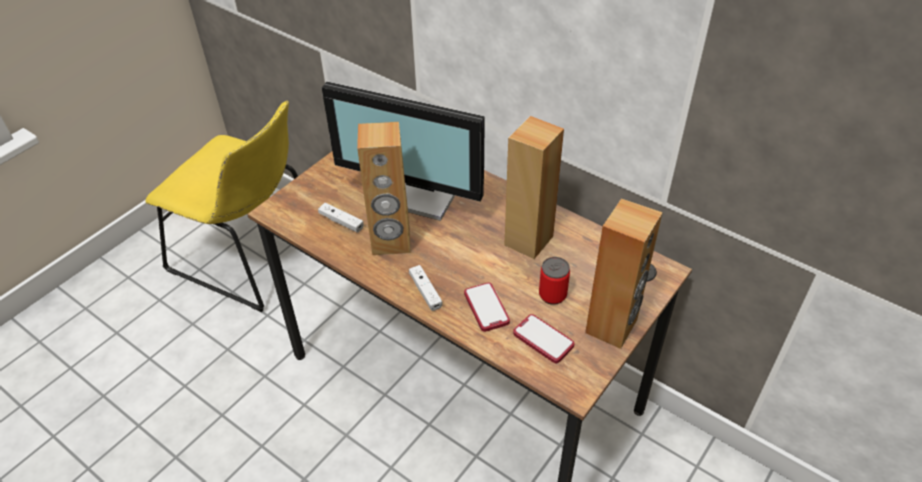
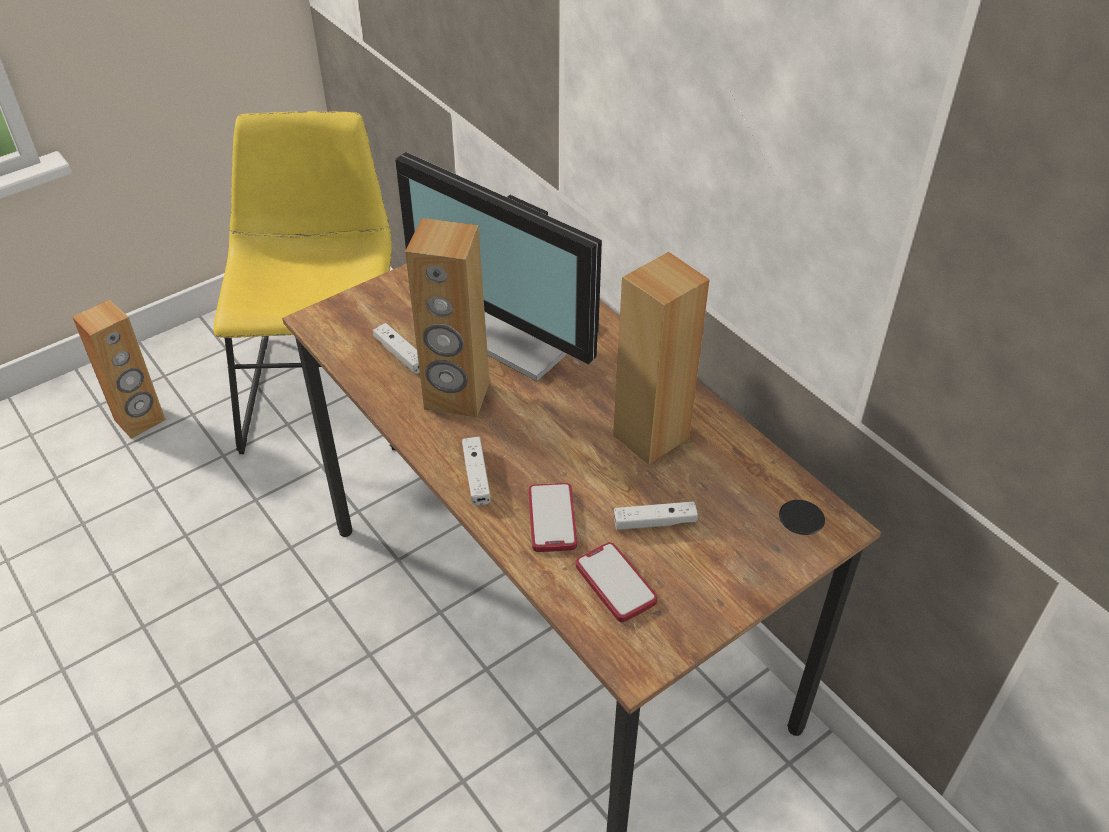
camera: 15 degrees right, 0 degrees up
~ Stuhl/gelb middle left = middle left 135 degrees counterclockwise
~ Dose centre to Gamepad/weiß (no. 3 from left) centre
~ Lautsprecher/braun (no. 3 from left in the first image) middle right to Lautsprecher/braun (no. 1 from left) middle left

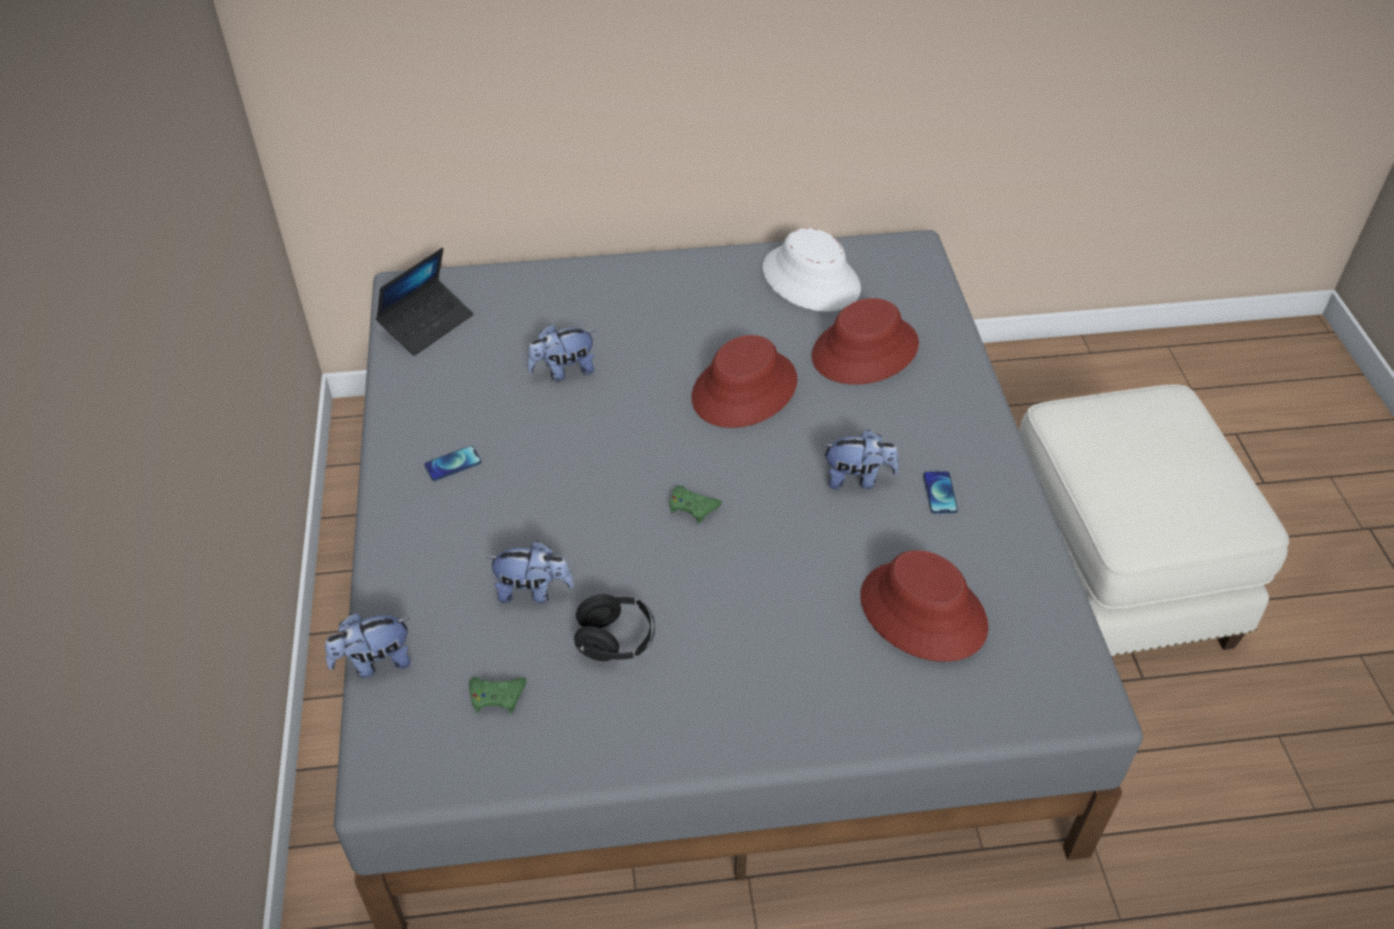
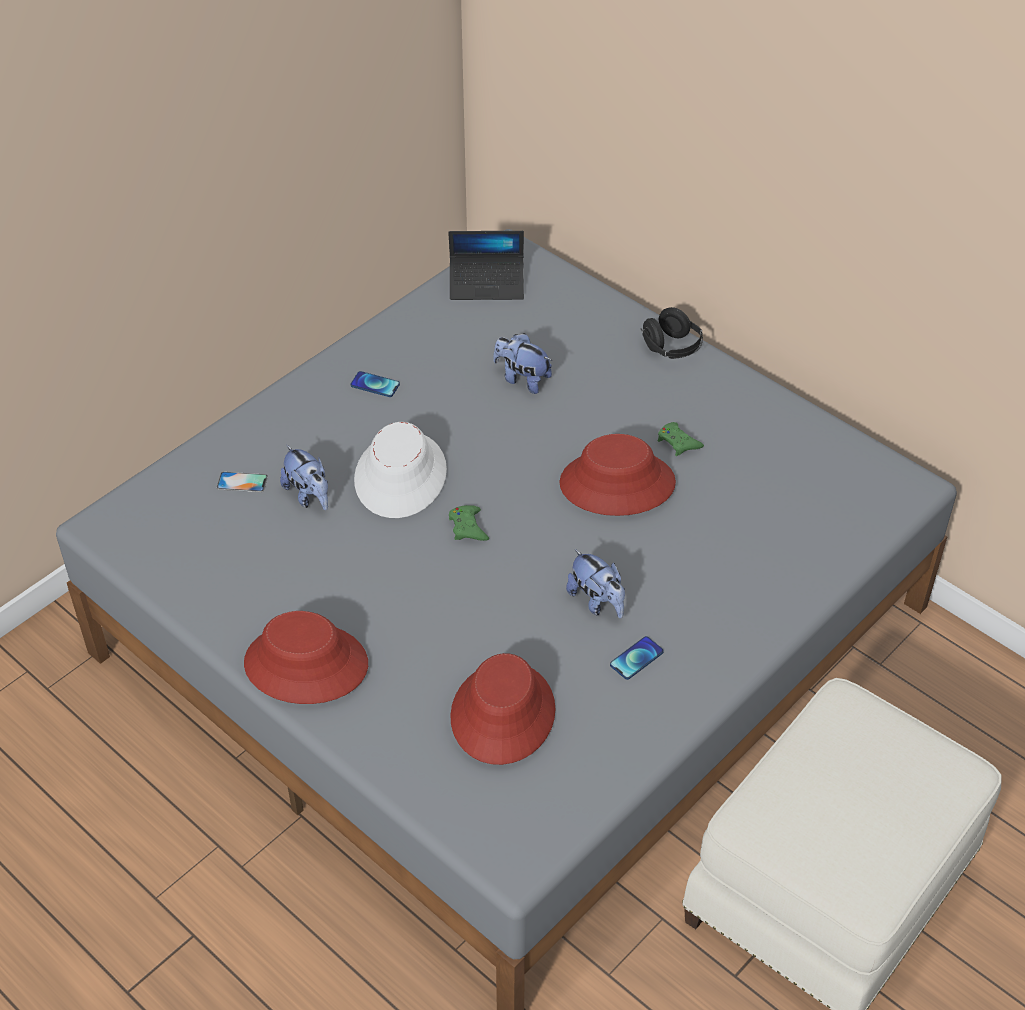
camera: 50 degrees right, 0 degrees up
- Plüschtier (no. 1 from left) bottom left
~ Gamepad/grün (no. 1 from left in the first image) bottom centre to Gamepad/grün (no. 2 from left) centre
~ Kopfhörer/schwarz bottom centre to top centre
~ Hut/weiß top centre to centre
~ Hut/rot (no. 2 from left in the first image) centre to Hut/rot (no. 1 from left) middle left
+ Handy (no. 1 from left) middle left

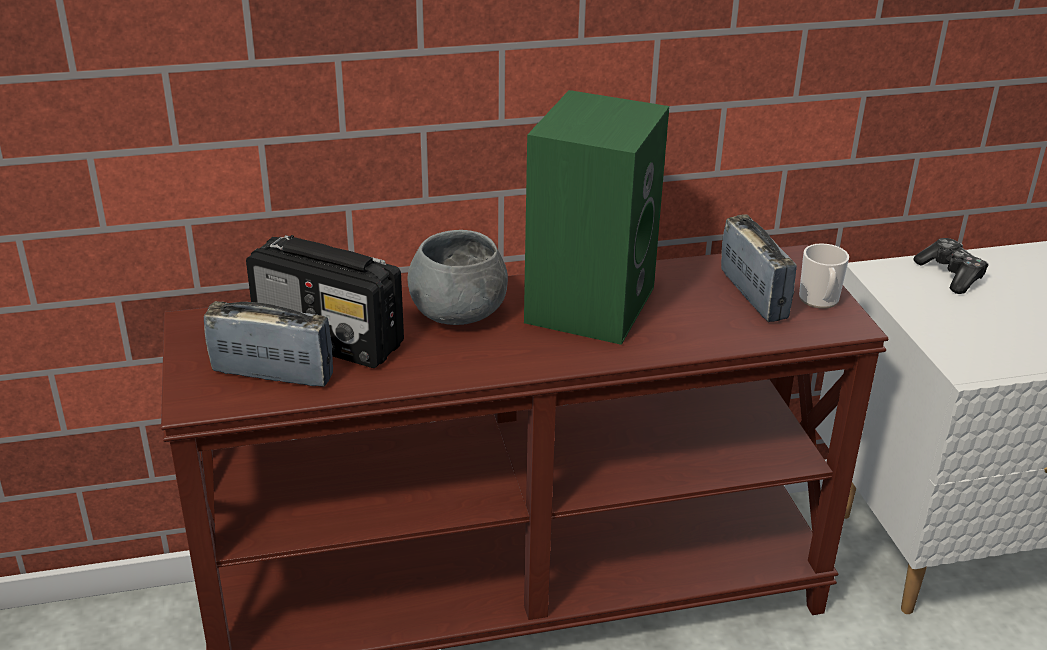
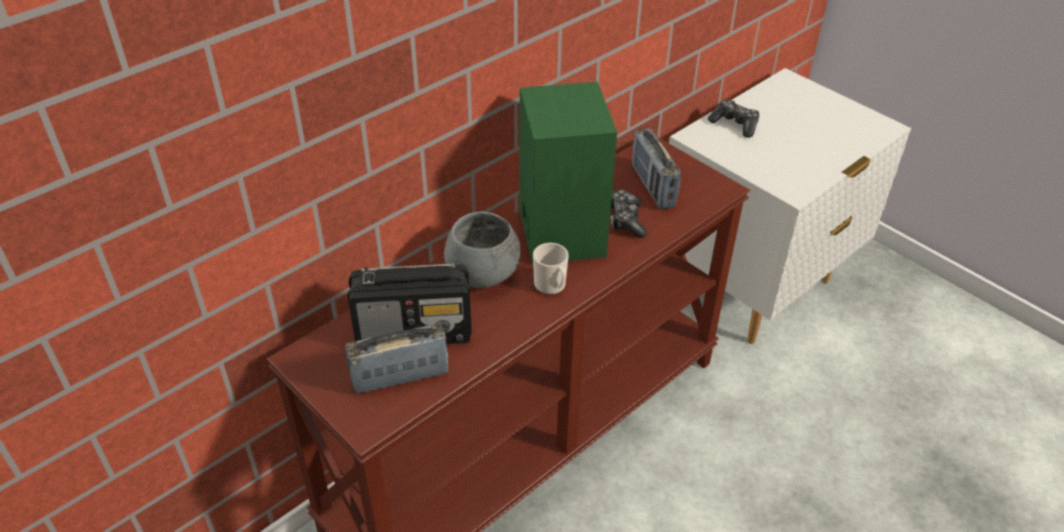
camera: 30 degrees left, 10 degrees up
~ Radio (no. 3 from left) middle right = top centre 150 degrees counterclockwise
~ Henkelbecher middle right to centre
+ Gamepad (no. 1 from left) centre

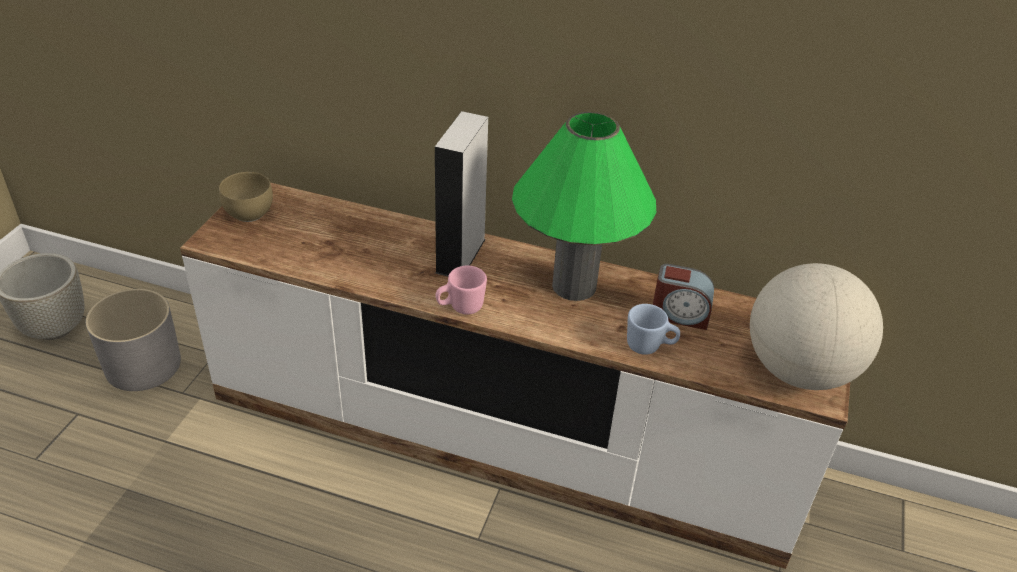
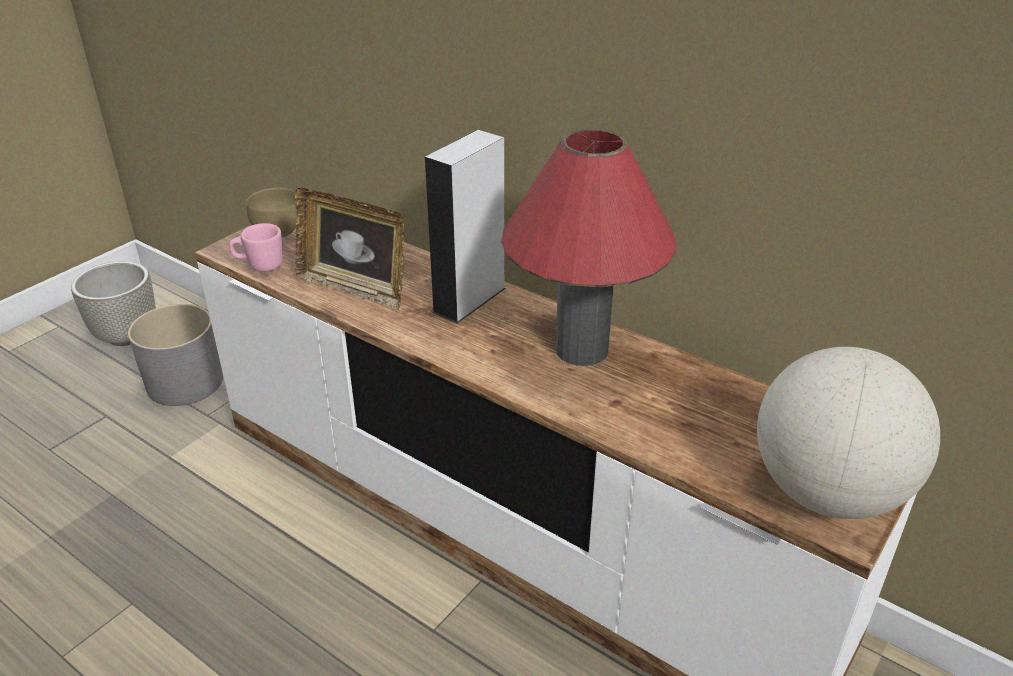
camera: 20 degrees right, 5 degrees down
~ Henkelbecher/rosa centre to middle left
~ Tischlampe/grün centre to Tischlampe/rot centre
- Henkelbecher/blau centre
- Wecker middle right
+ Bilderrahmen centre

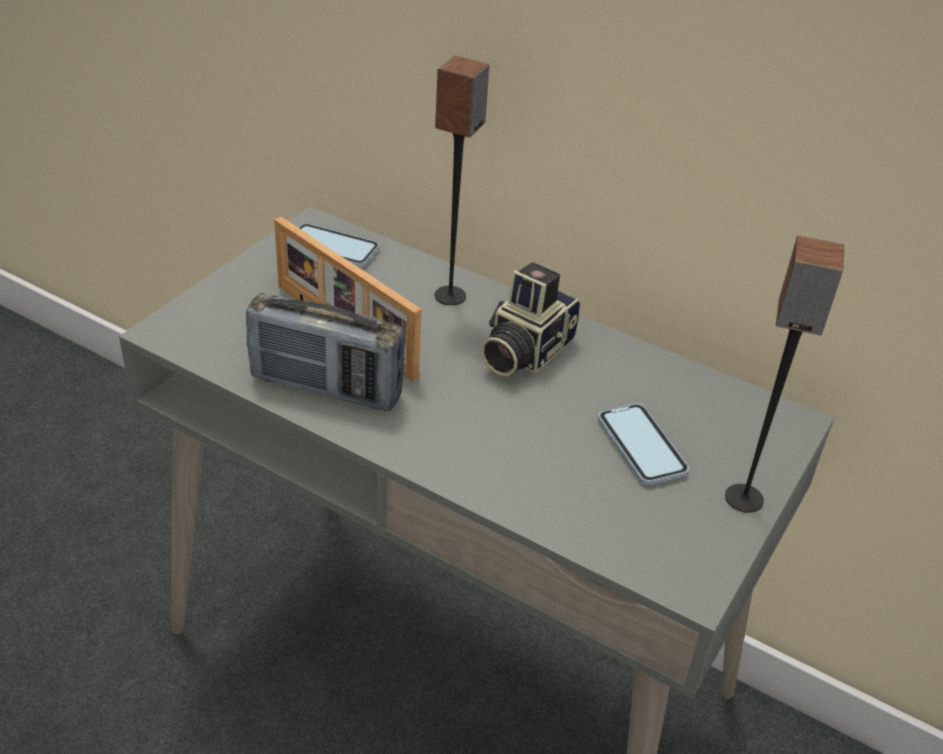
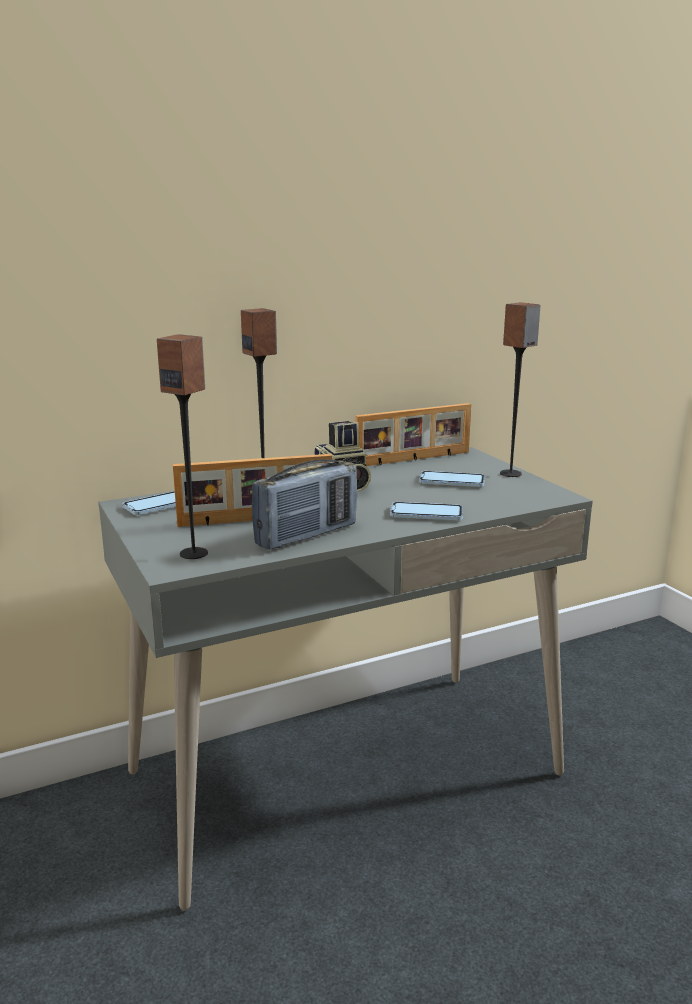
camera: 55 degrees left, 20 degrees down
+ Lautsprecher (no. 1 from left) middle left
+ Bilderrahmen (no. 2 from left) centre
+ Handy (no. 2 from left) centre

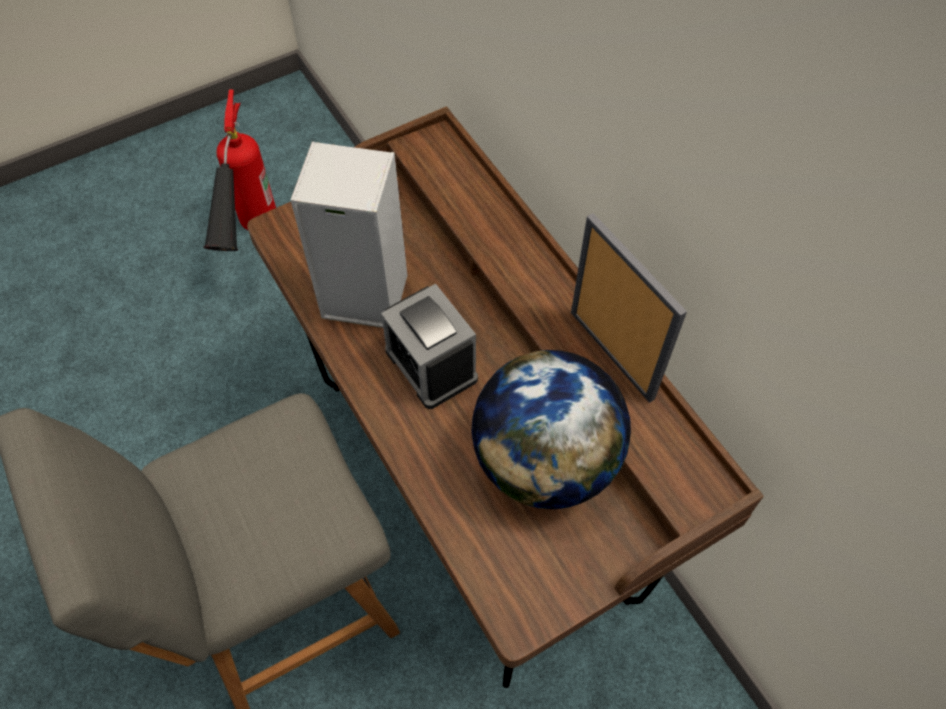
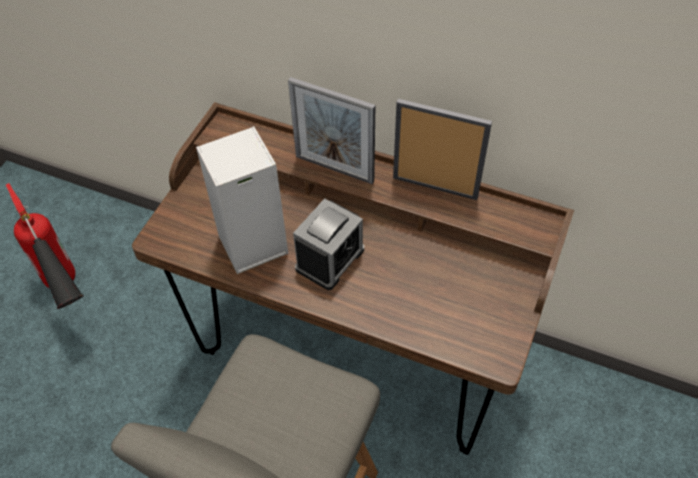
camera: 35 degrees left, 5 degrees down
~ Wecker centre = centre 75 degrees counterclockwise
- Globus centre
+ Bilderrahmen (no. 1 from left) top centre

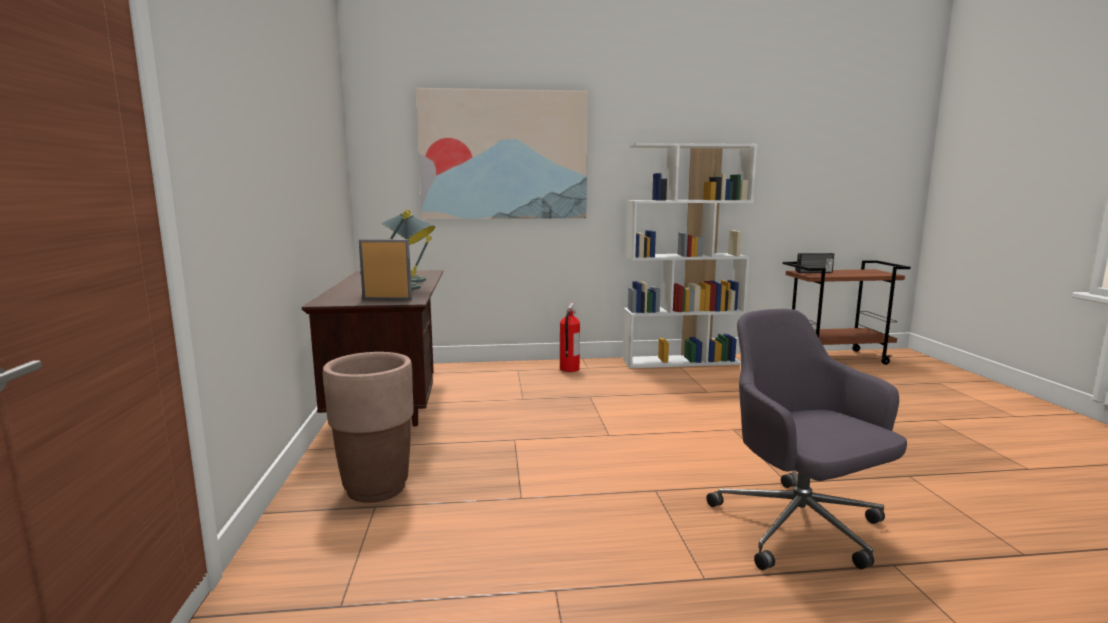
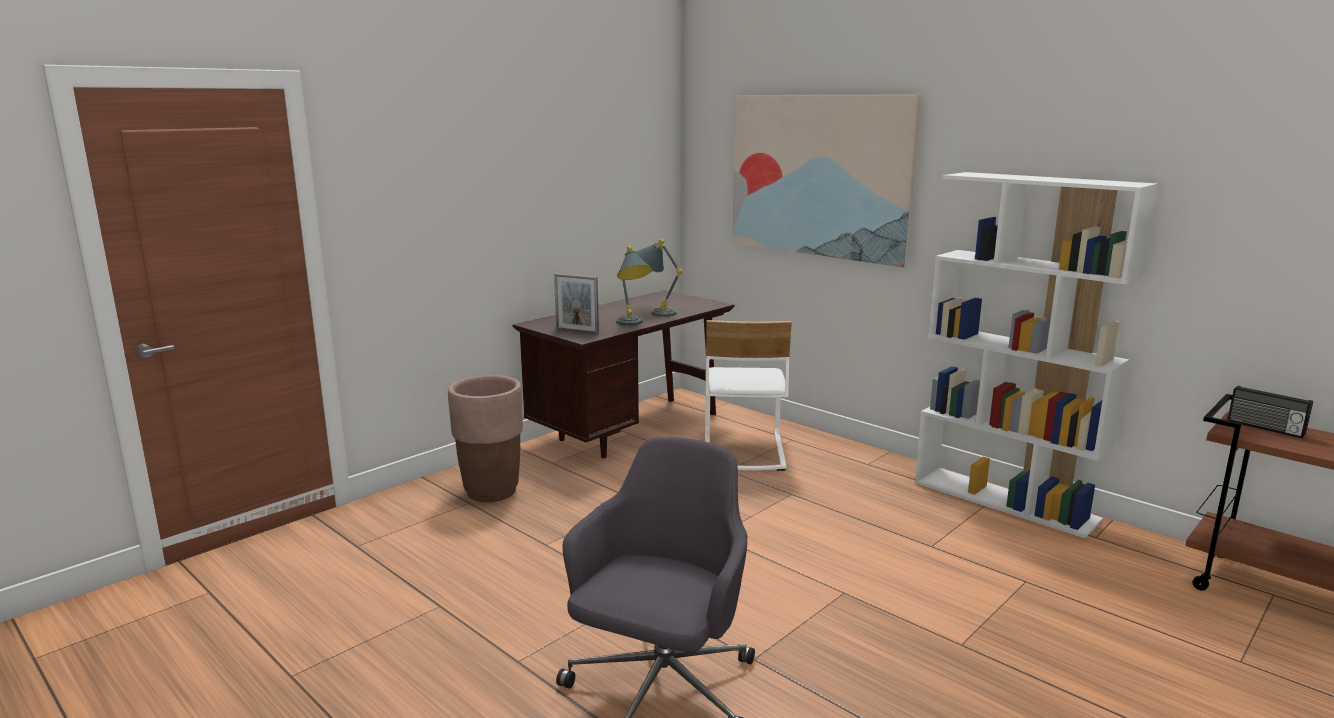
camera: 50 degrees right, 5 degrees up
~ Bilderrahmen centre = centre 150 degrees clockwise
- Feuerlöscher centre
+ Stuhl/weiß centre

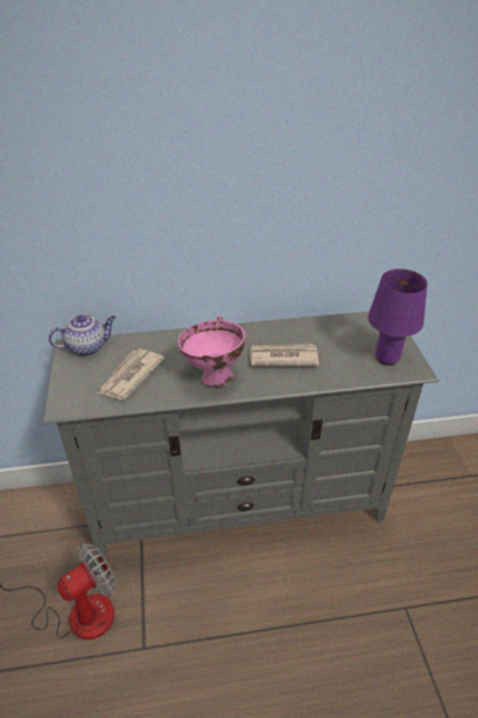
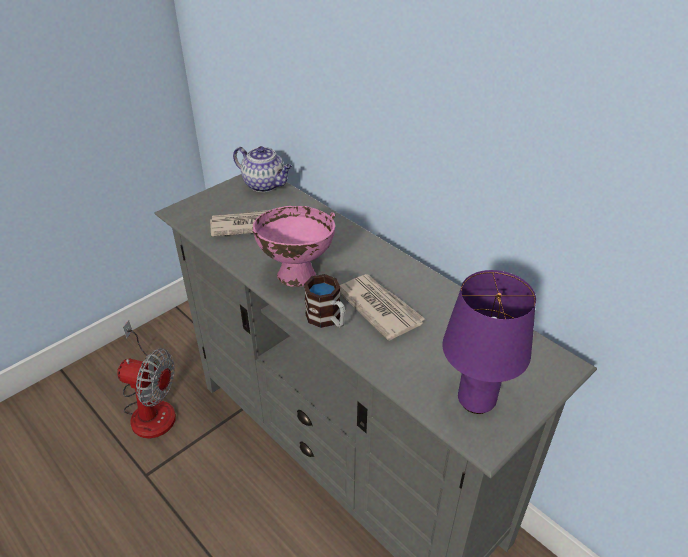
camera: 55 degrees right, 0 degrees up
+ Henkelbecher centre

